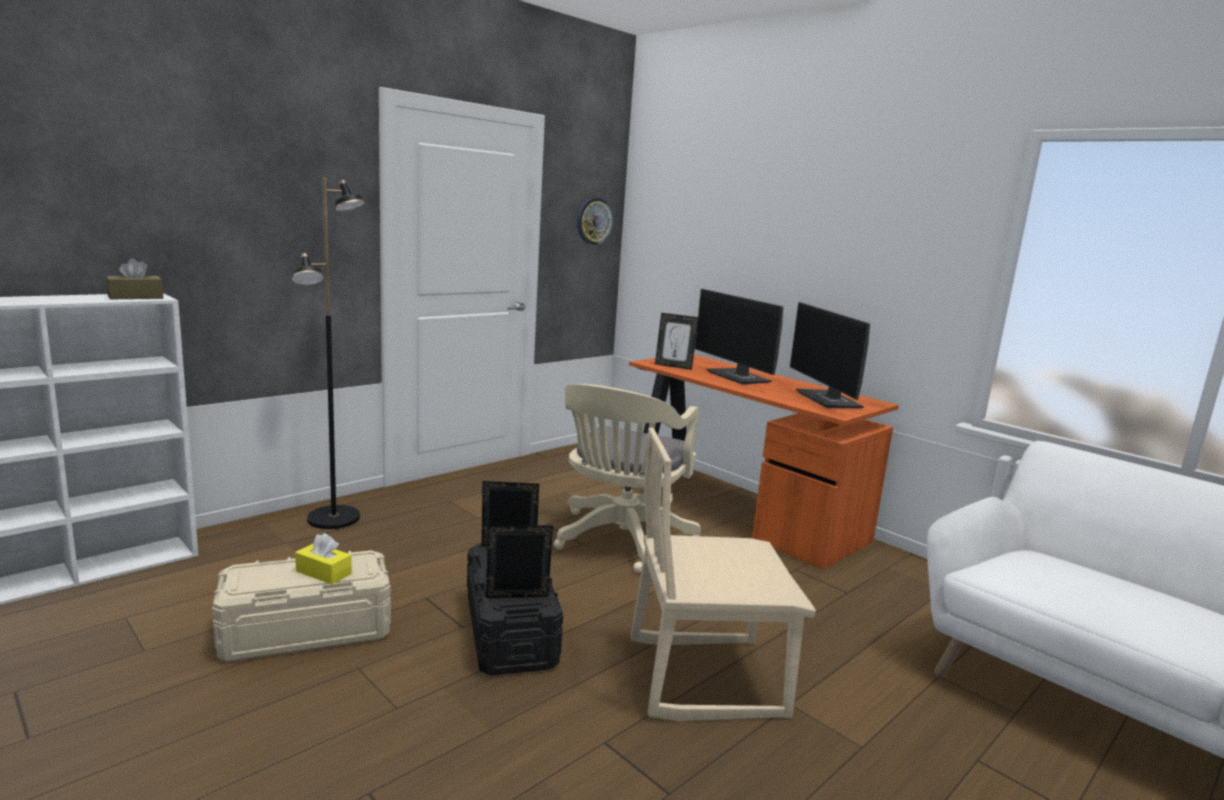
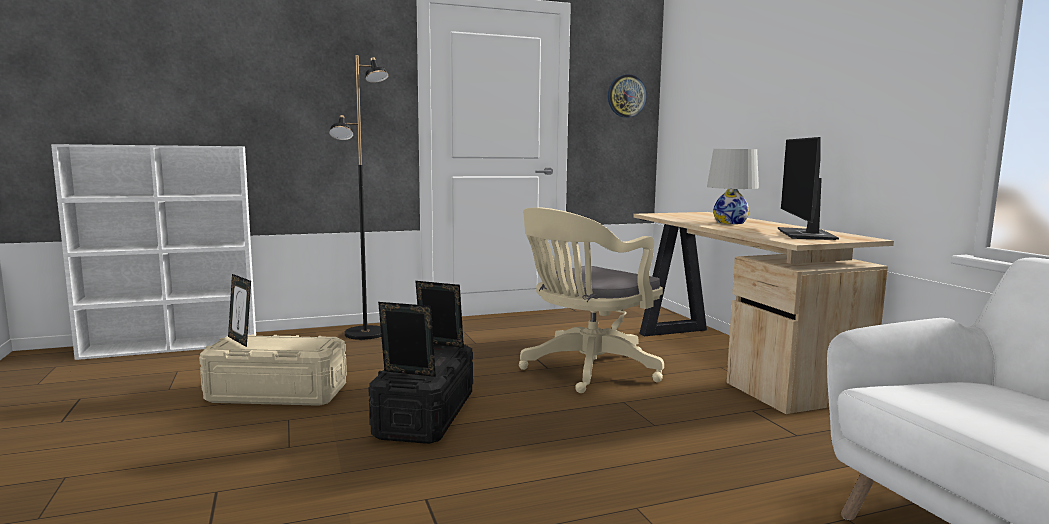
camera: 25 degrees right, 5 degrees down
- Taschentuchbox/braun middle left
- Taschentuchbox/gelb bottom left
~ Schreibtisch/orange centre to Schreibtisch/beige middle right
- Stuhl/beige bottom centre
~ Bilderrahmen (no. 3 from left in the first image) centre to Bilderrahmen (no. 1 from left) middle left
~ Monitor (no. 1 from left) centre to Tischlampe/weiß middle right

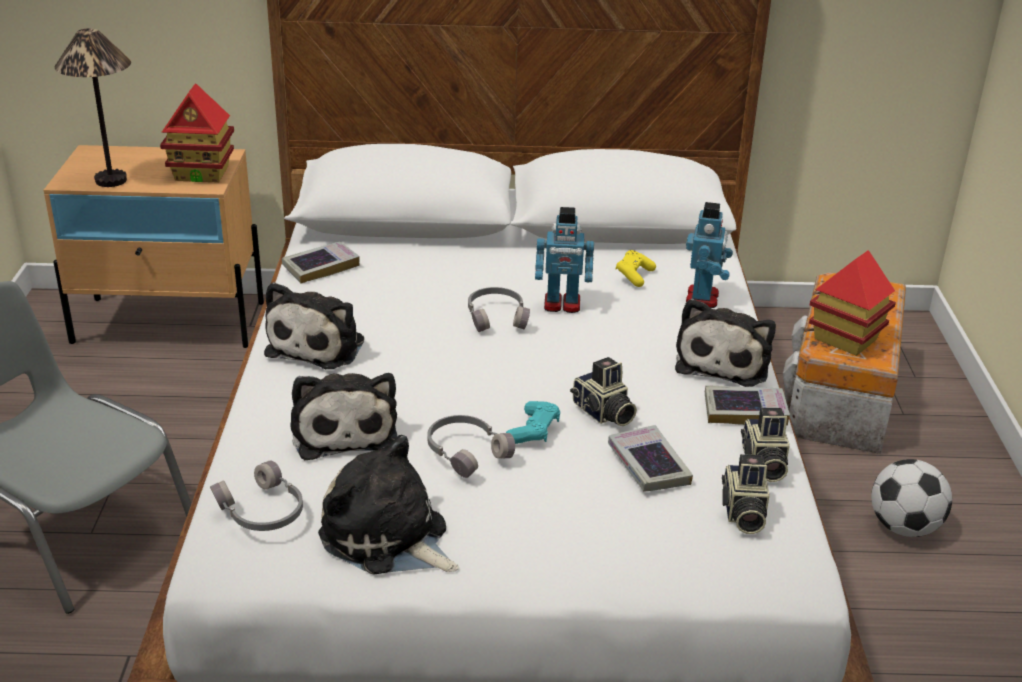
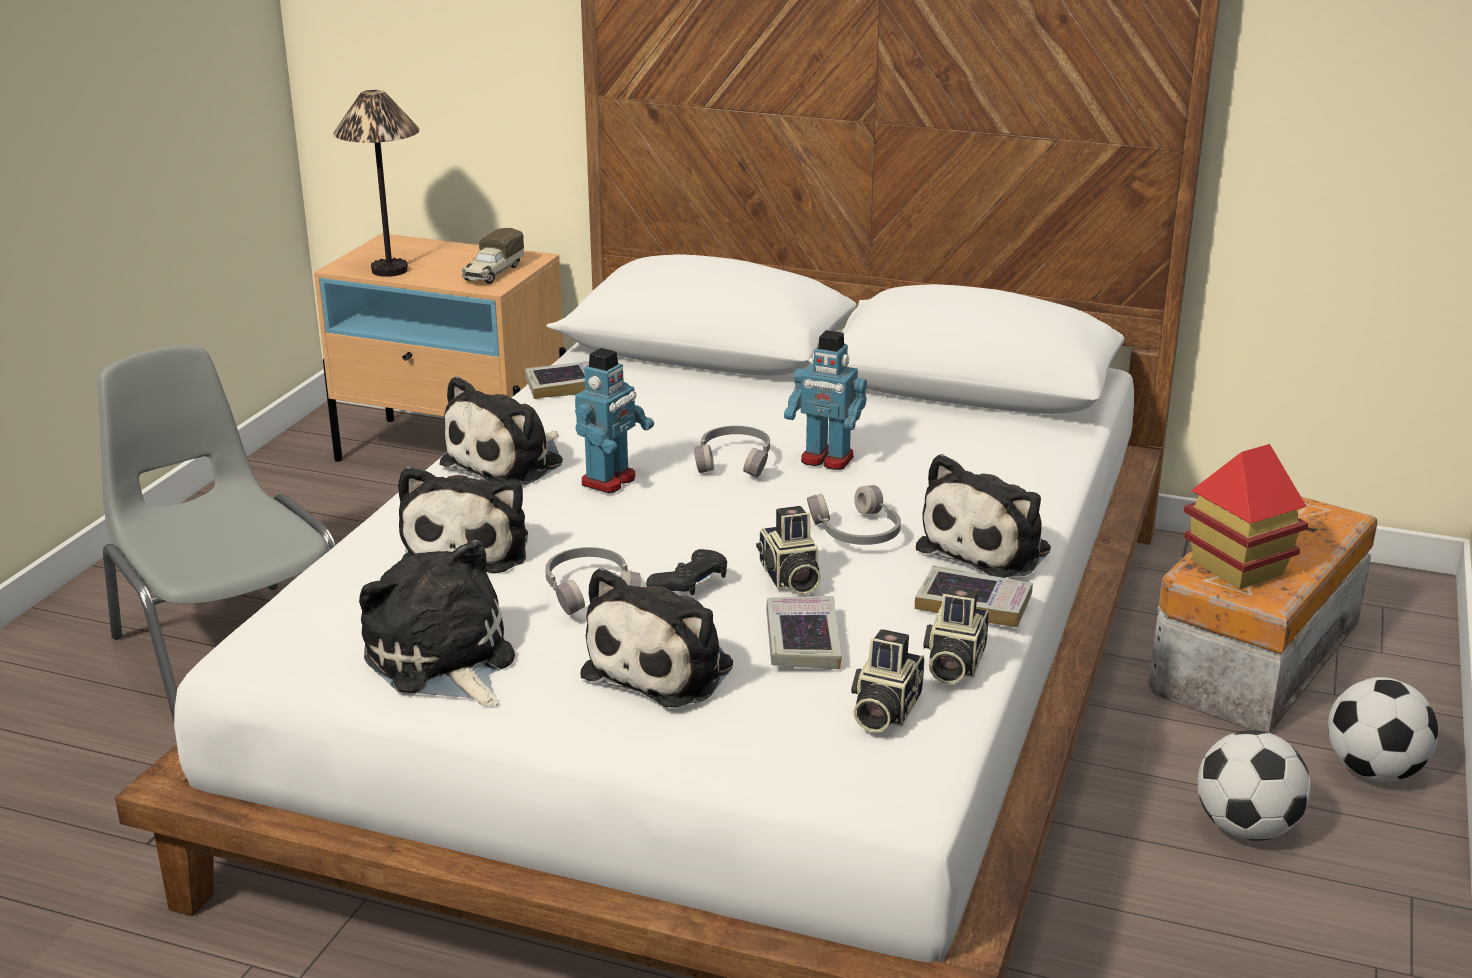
camera: 20 degrees right, 5 degrees down
~ Spielzeughaus (no. 1 from left) top left to Spielzeuglaster top centre
~ Kopfhörer/grau (no. 1 from left in the first image) bottom left to Kopfhörer/grau (no. 3 from left) centre
~ Gamepad/türkis centre to Gamepad/schwarz centre
- Gamepad/gelb centre
~ Spielzeugroboter (no. 2 from left in the first image) middle right to Spielzeugroboter (no. 1 from left) centre
+ Plüschtier (no. 4 from left) centre
+ Fußball (no. 2 from left) bottom right

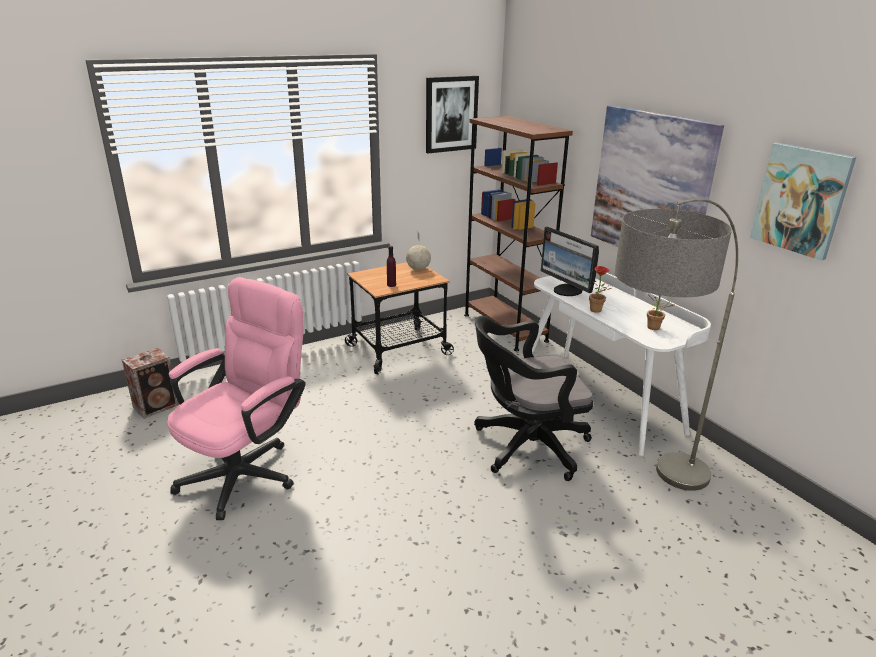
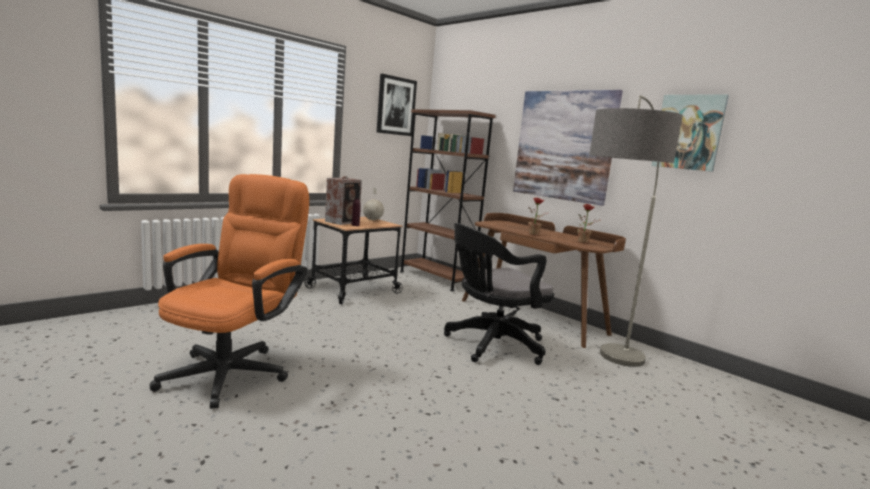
camera: 15 degrees left, 15 degrees down
~ Lautsprecher middle left to centre
~ Bürostuhl/rosa middle left to Bürostuhl/orange middle left
~ Schreibtisch/weiß middle right to Schreibtisch/braun centre
- Monitor centre

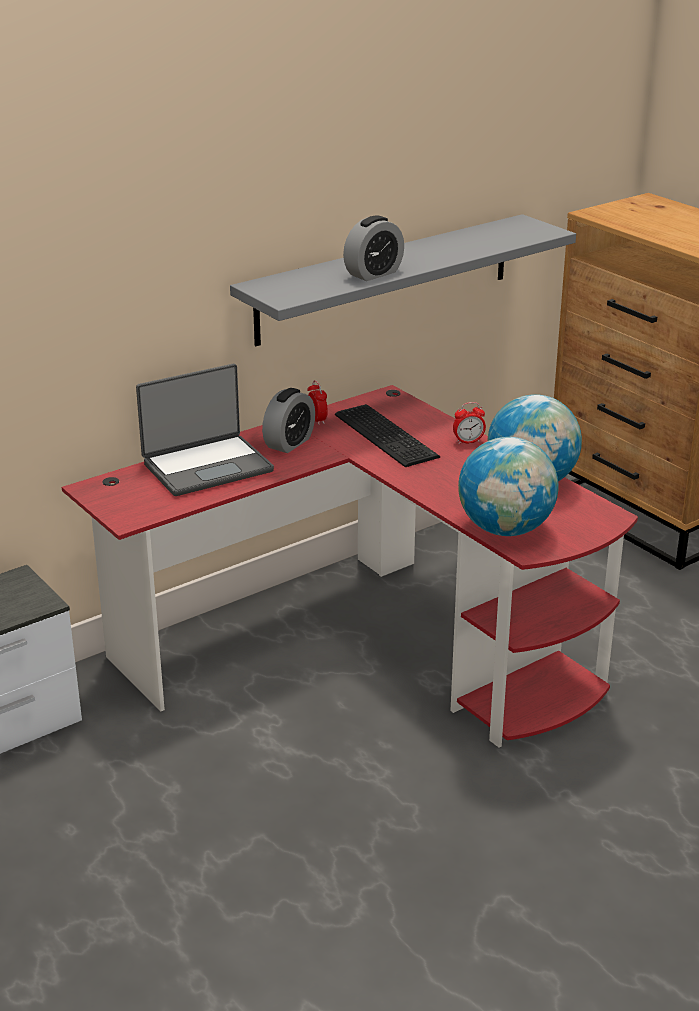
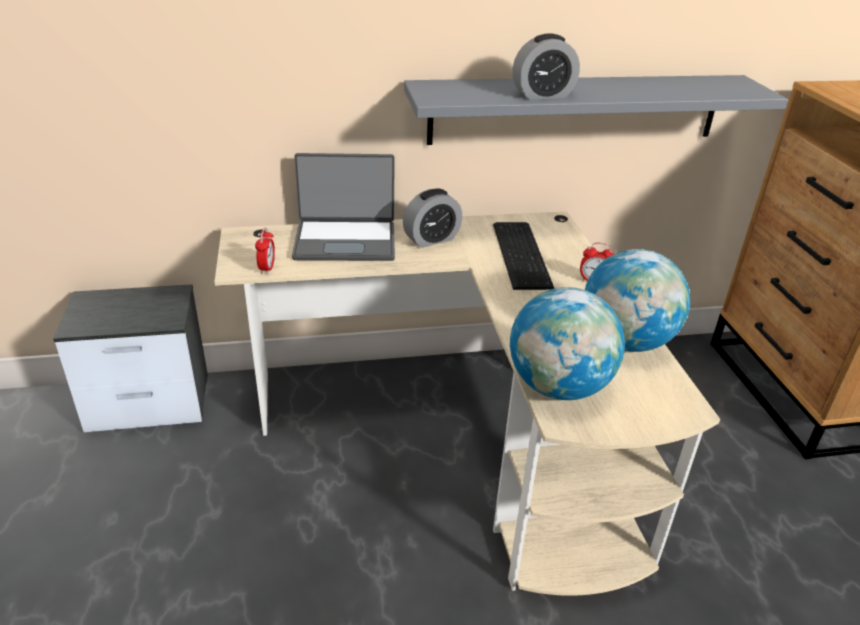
camera: 25 degrees right, 5 degrees up
~ Schreibtisch/rot centre to Schreibtisch/beige centre
~ Wecker (no. 2 from left in the first image) centre to Wecker (no. 1 from left) middle left

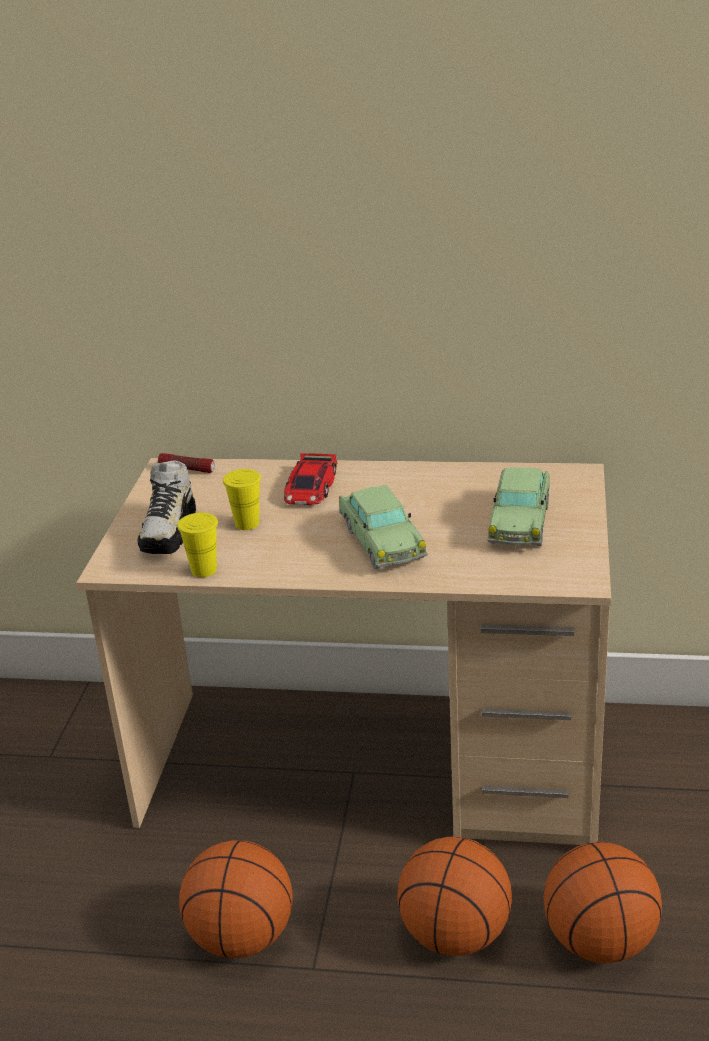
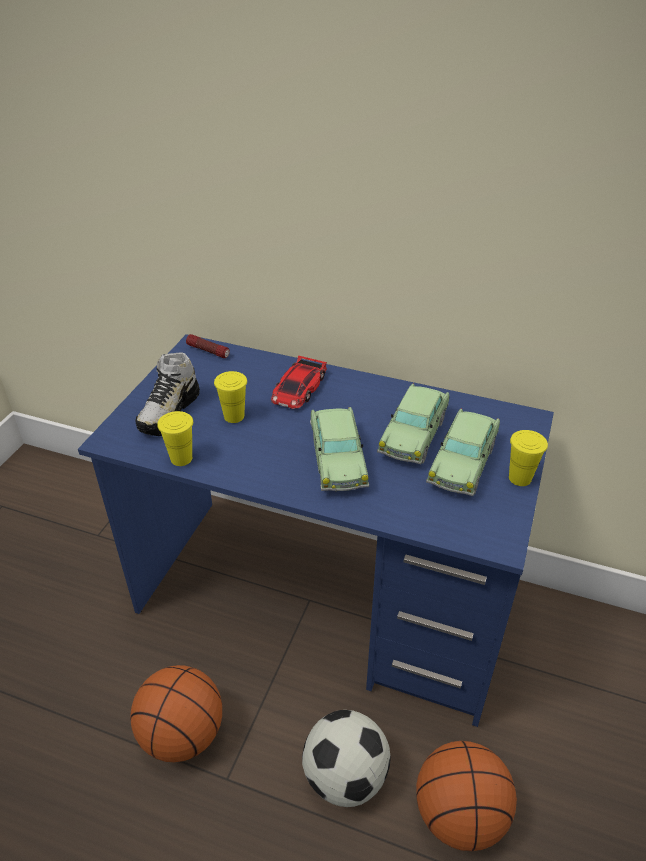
camera: 10 degrees right, 10 degrees up
~ Schreibtisch/beige centre to Schreibtisch/blau centre
~ Basketball (no. 2 from left) bottom centre to Fußball bottom centre
+ Spielzeugauto (no. 3 from left) centre
+ Tasse/gelb (no. 3 from left) middle right

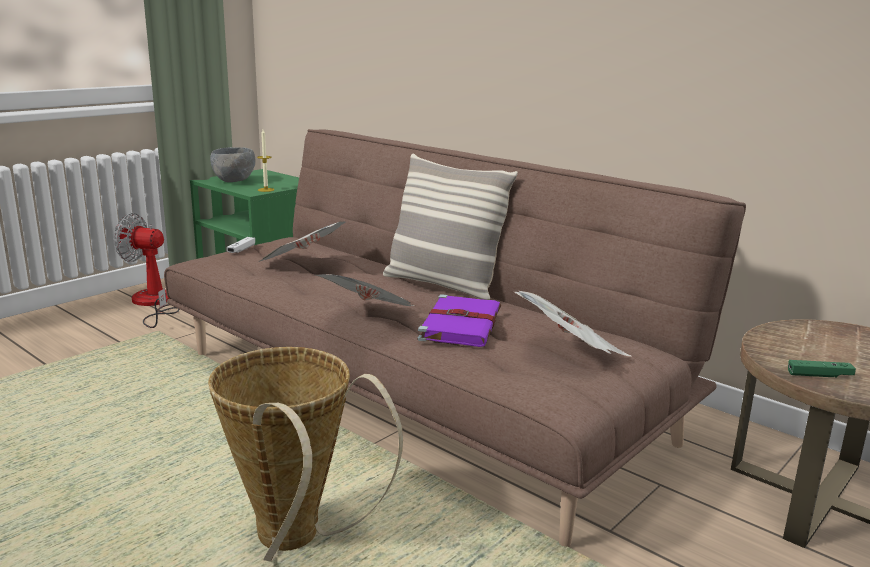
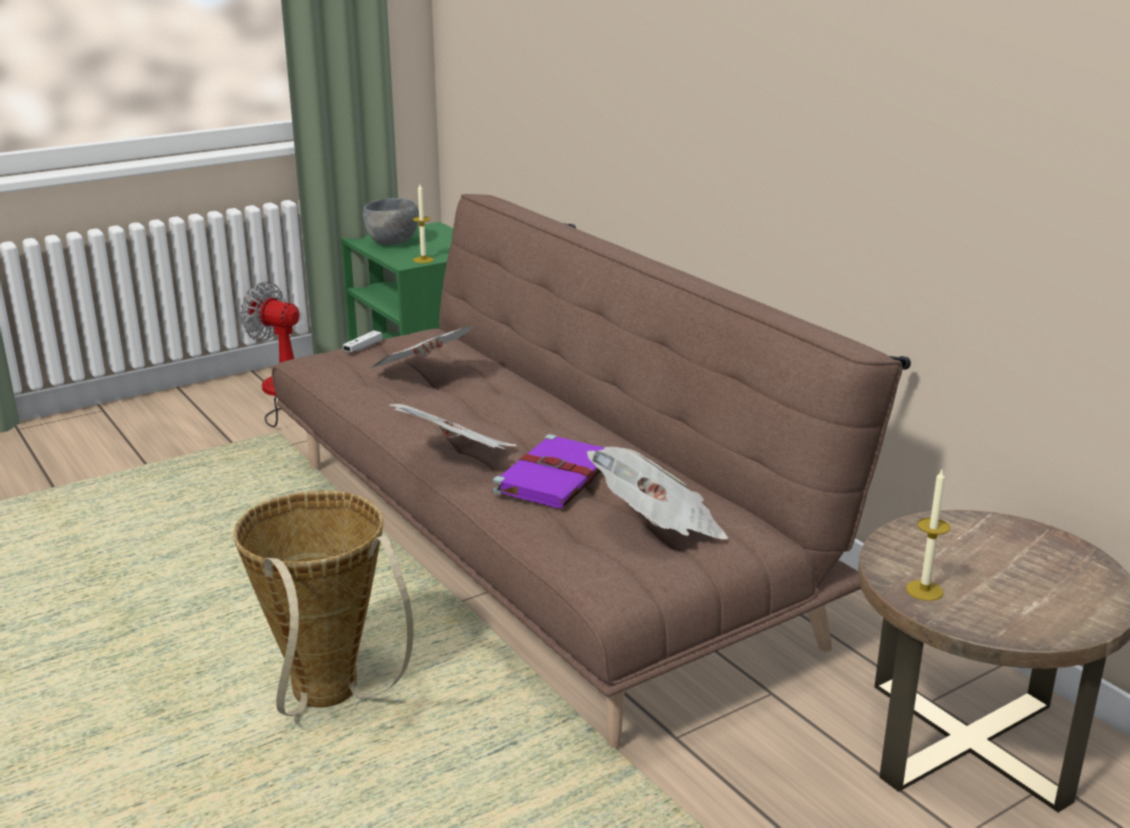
camera: 15 degrees right, 5 degrees up
- Kissen centre
~ Gamepad/grün middle right to Kerze (no. 2 from left) middle right

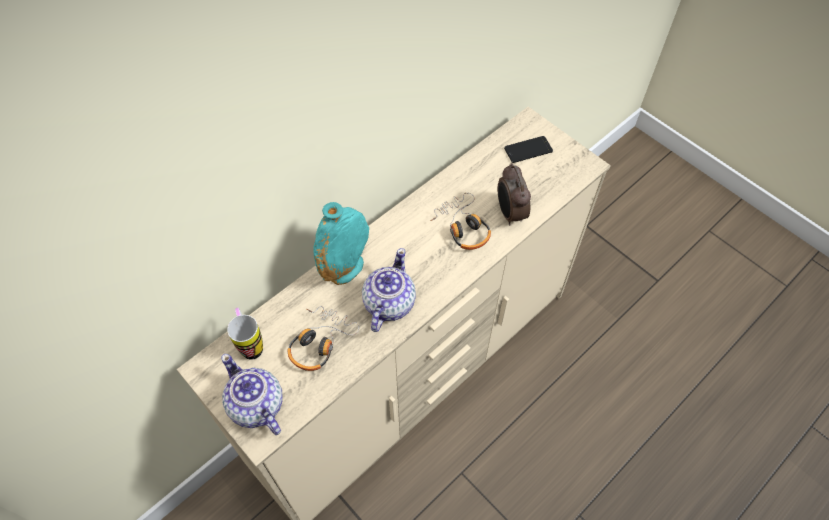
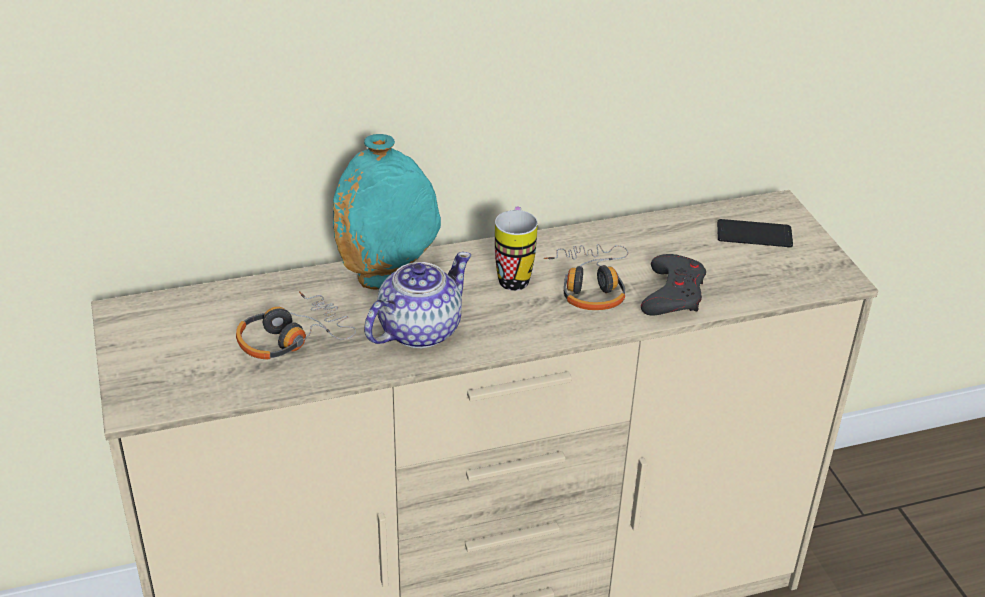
camera: 25 degrees right, 20 degrees down
- Teekanne (no. 1 from left) bottom left
~ Henkelbecher middle left to centre
~ Wecker centre to Gamepad/grau middle right

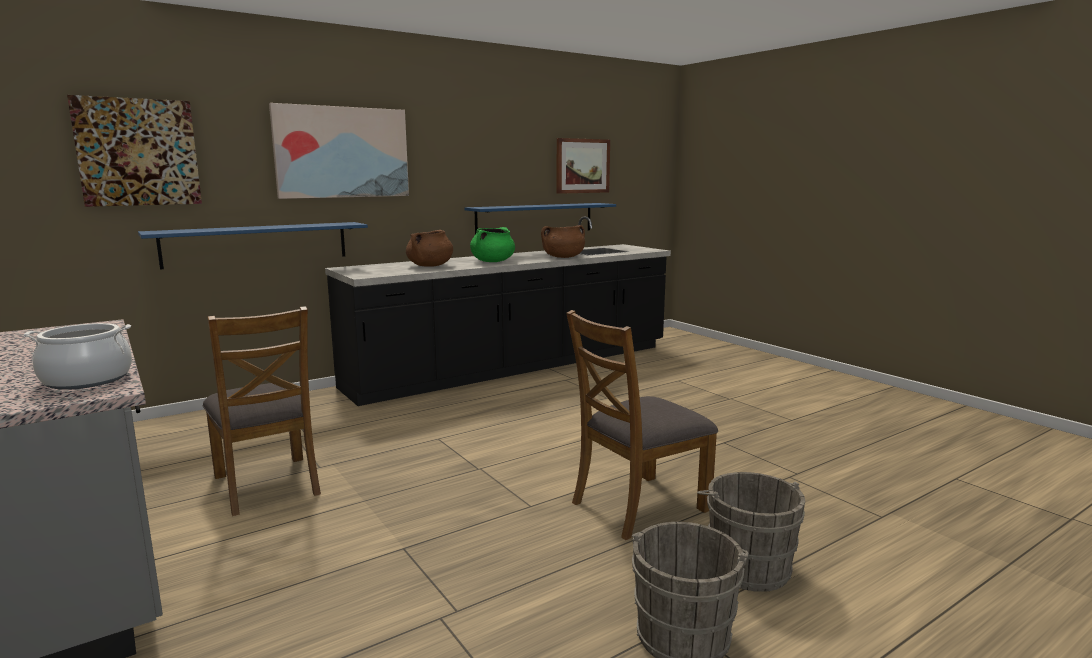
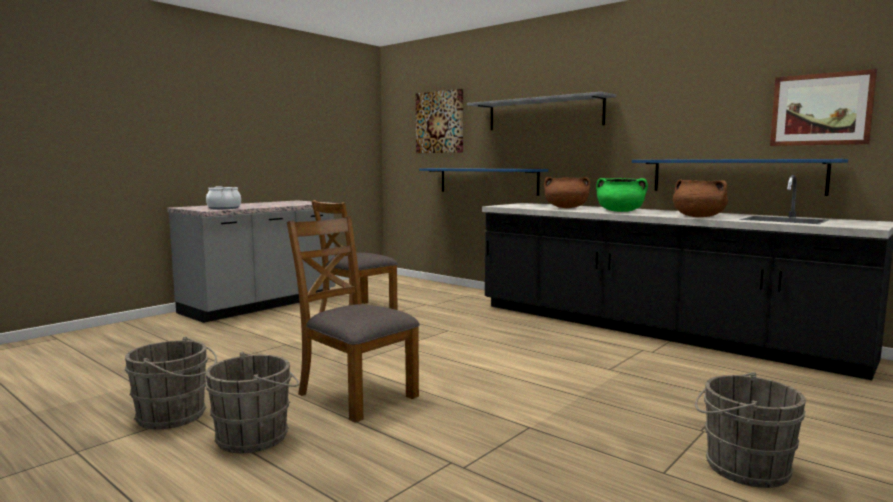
camera: 75 degrees right, 5 degrees down
~ Bild (no. 2 from left) top left to Wandregal/grau top centre
+ Eimer/grau (no. 3 from left) bottom right

